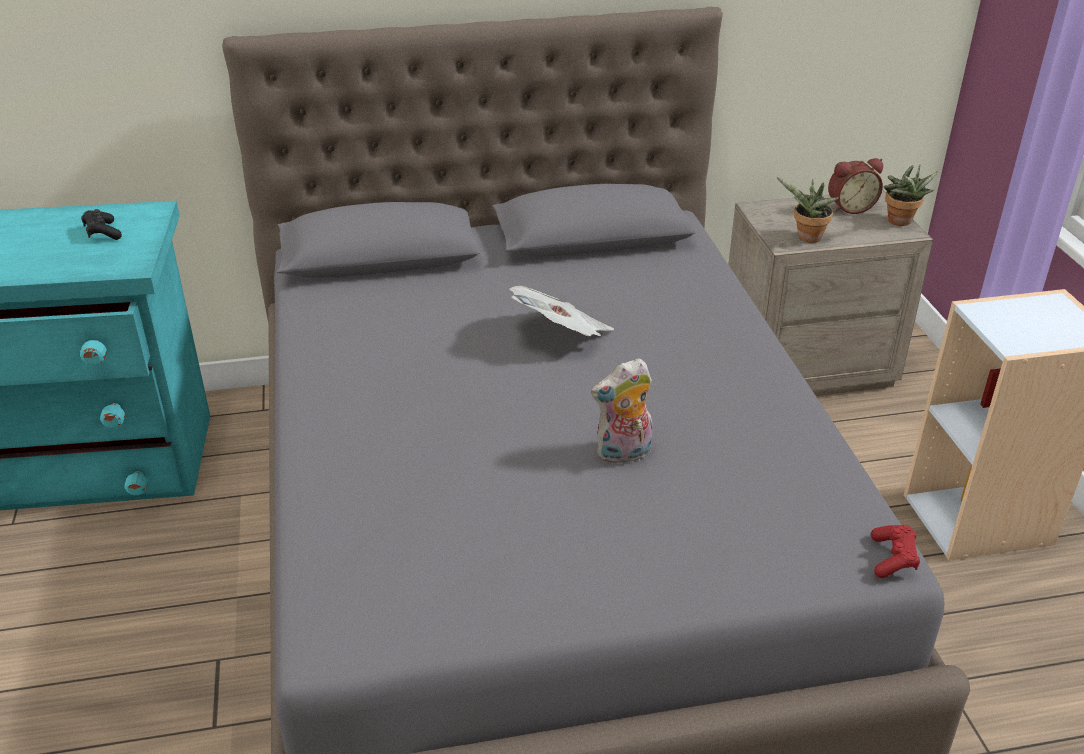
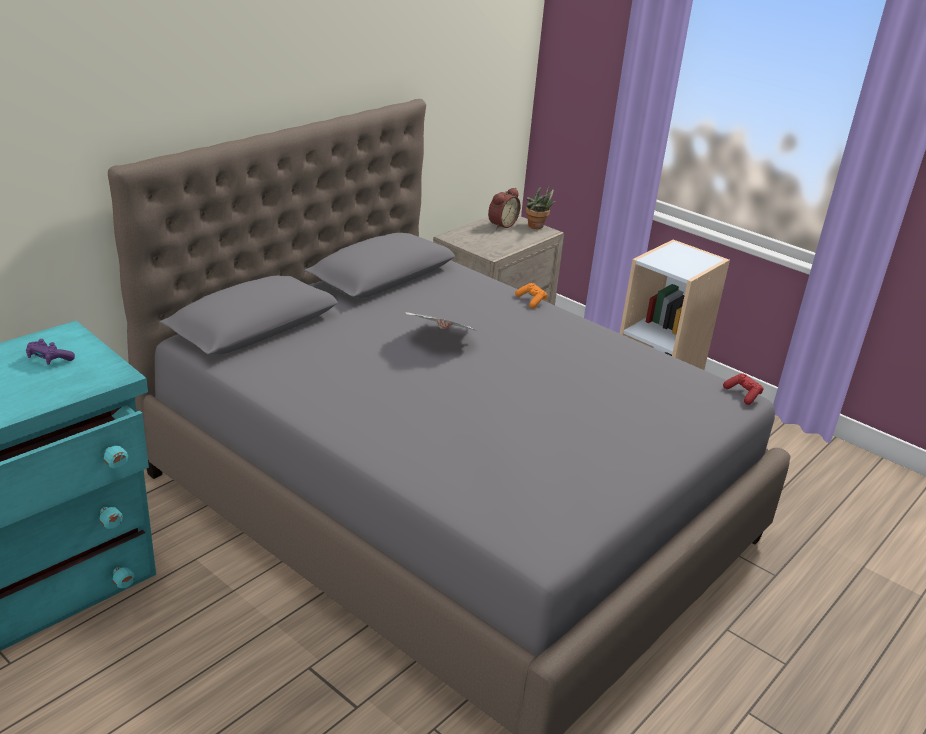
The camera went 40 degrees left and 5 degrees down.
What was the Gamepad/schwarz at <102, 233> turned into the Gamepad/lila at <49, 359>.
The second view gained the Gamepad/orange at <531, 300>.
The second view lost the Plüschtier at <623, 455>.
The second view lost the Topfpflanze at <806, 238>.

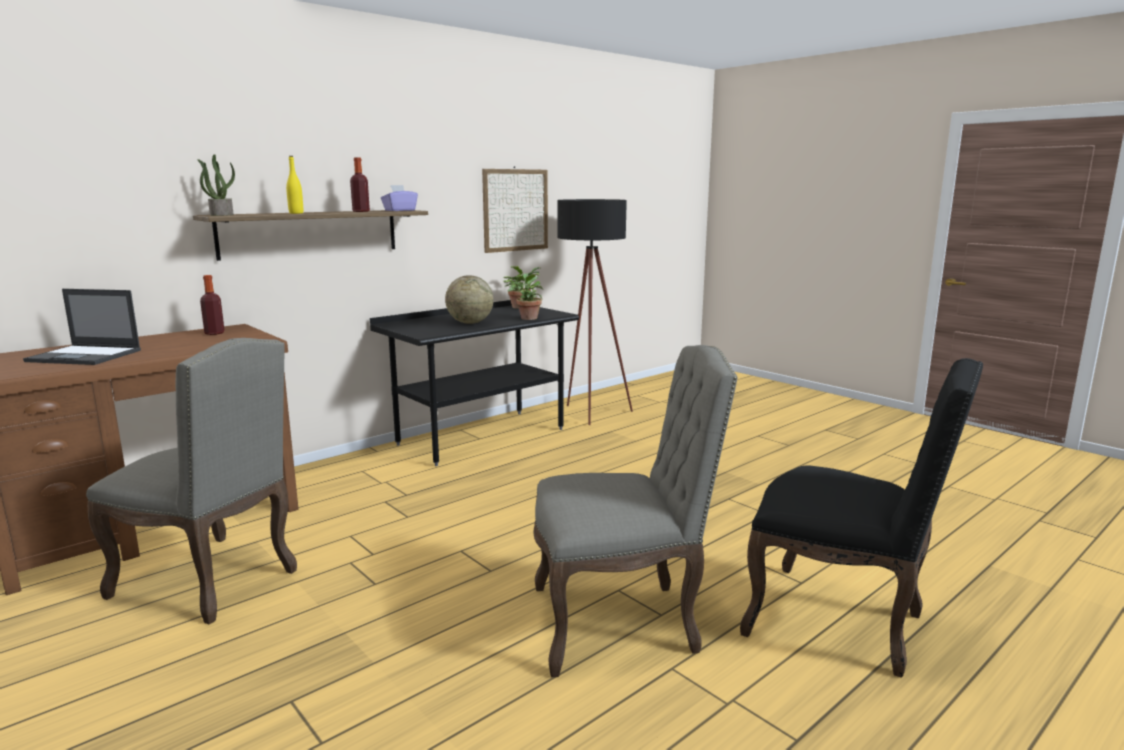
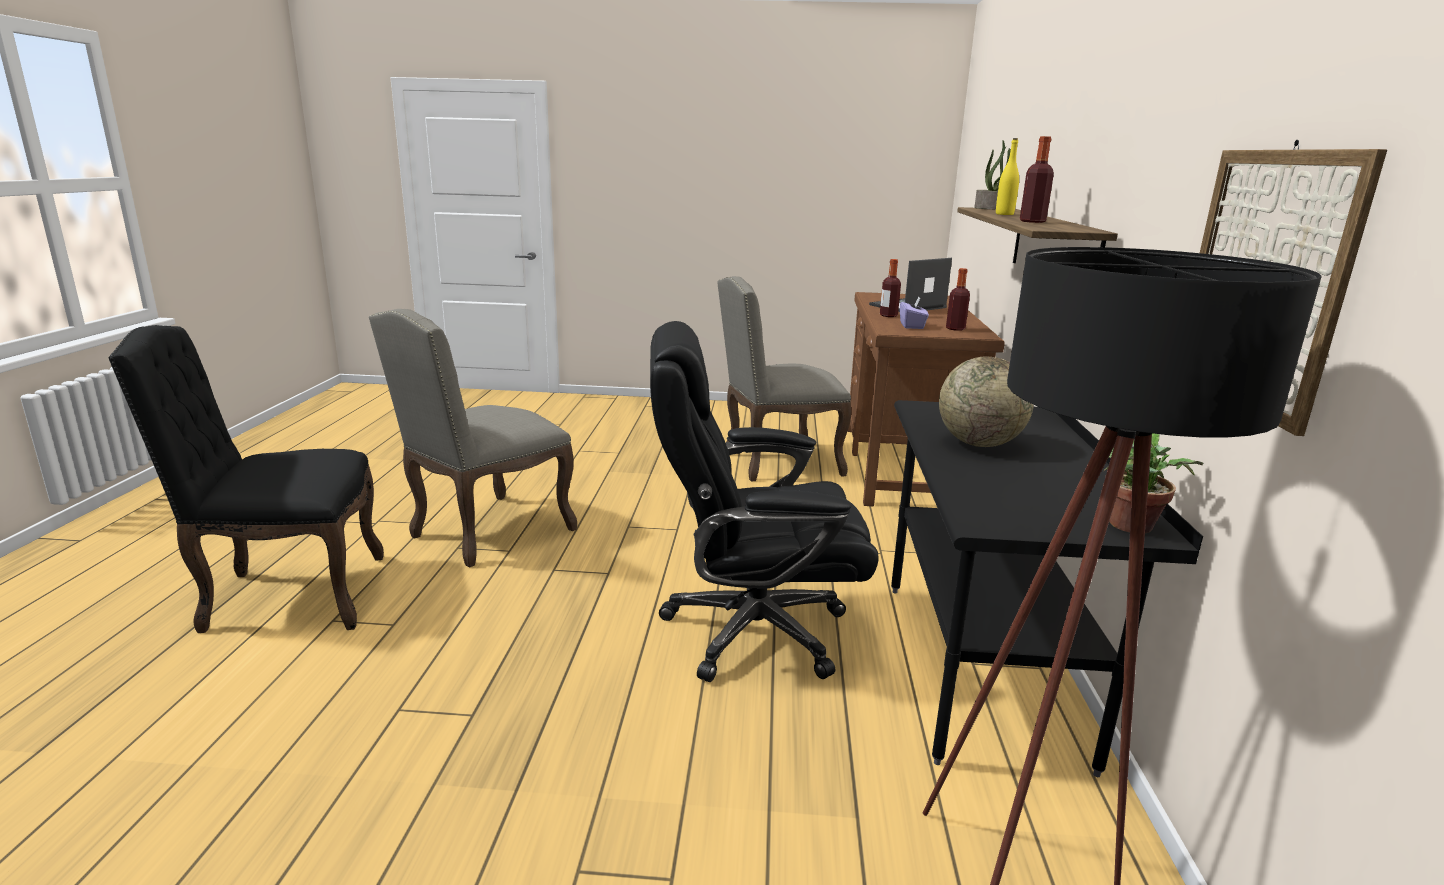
The camera went 135 degrees right and 5 degrees up.
The second view gained the Bürostuhl/schwarz at <754, 631>.
The second view gained the Flasche at <888, 315>.
The Taschentuchbox/lila ended up elsewhere, having gone from <399, 210> to <912, 326>.
The second view lost the Topfpflanze at <527, 318>.

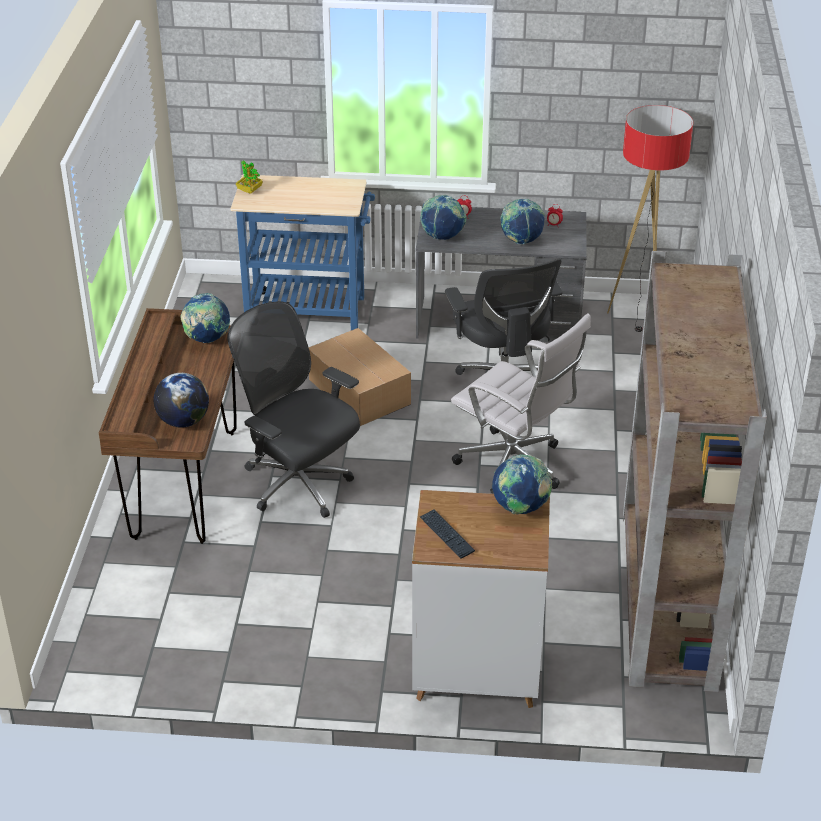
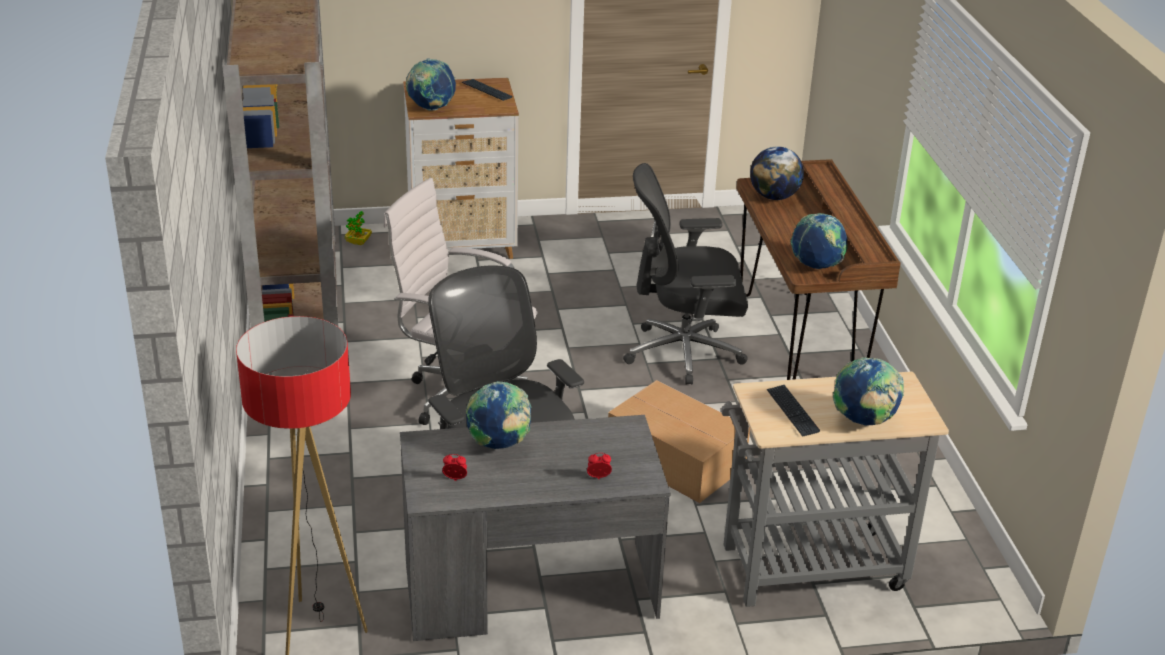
The camera went 165 degrees right and 5 degrees down.
The Topfpflanze ended up elsewhere, having gone from <249, 190> to <358, 242>.
The Bürostuhl at <299, 485> ended up facing another way, 150 degrees clockwise from before.
What was the Rollwagen/blau at <308, 311> turned into the Rollwagen/grau at <810, 568>.
The second view gained the Tastatur at <792, 411>.
The Globus ended up elsewhere, having gone from <442, 237> to <864, 421>.

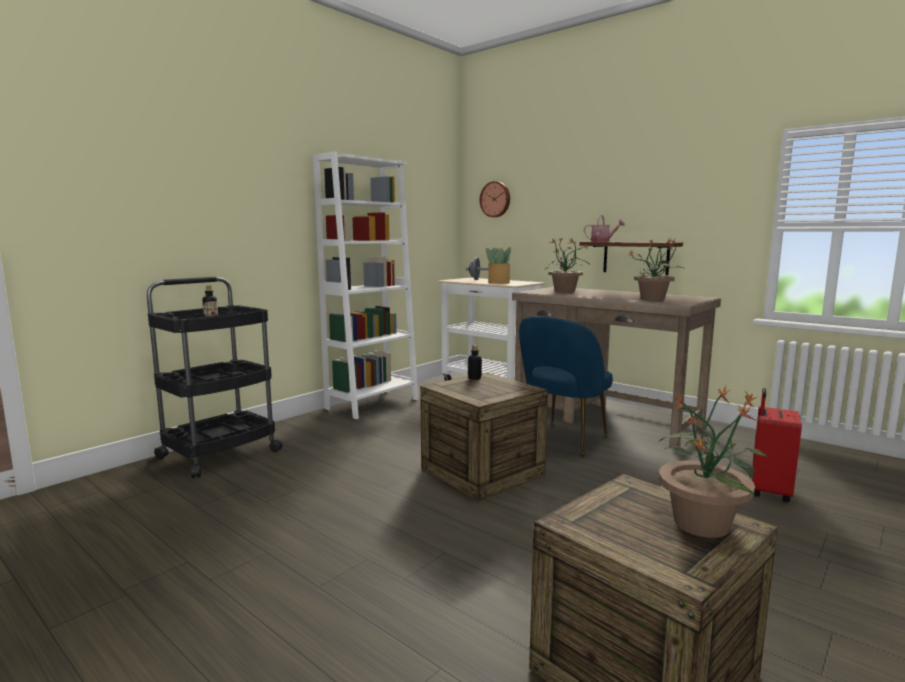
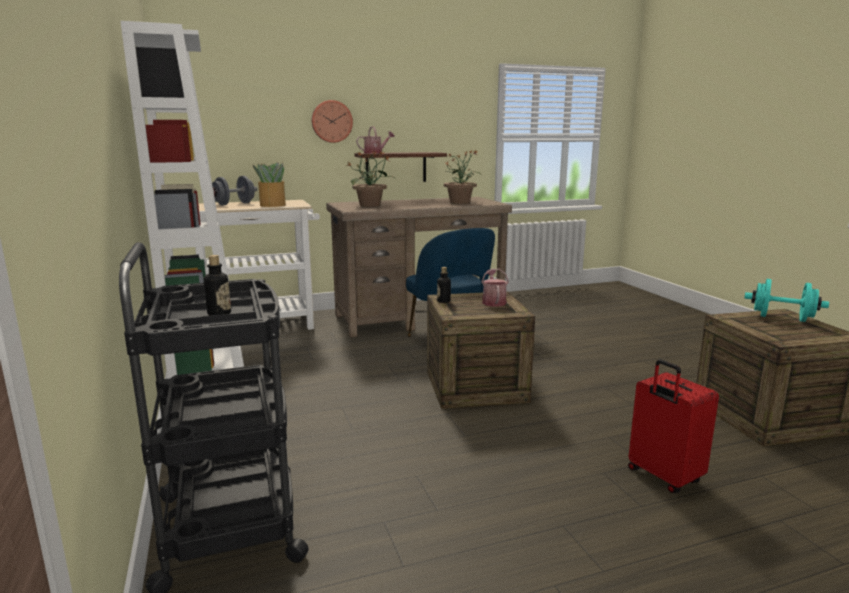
The camera went 60 degrees left and 5 degrees up.
The Wanduhr ended up elsewhere, having gone from <495, 199> to <331, 121>.
The second view gained the Gießkanne at <493, 302>.
The Koffer/rot ended up elsewhere, having gone from <768, 491> to <663, 477>.
Where the Topfpflanze stood at <701, 523>, the Hantel/türkis came to stand at <782, 318>.

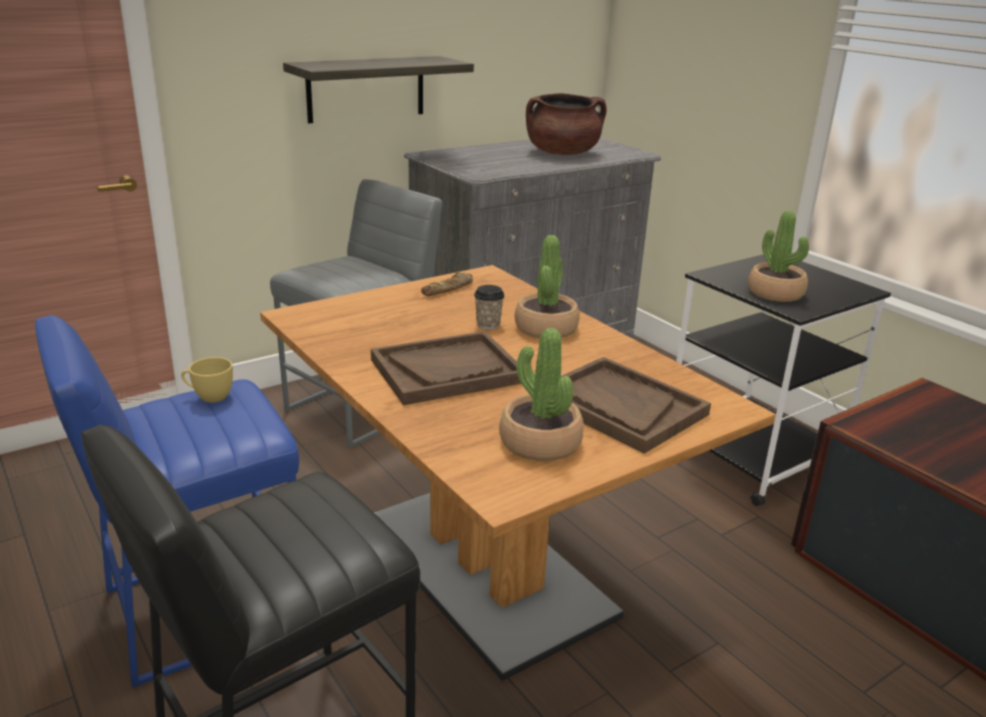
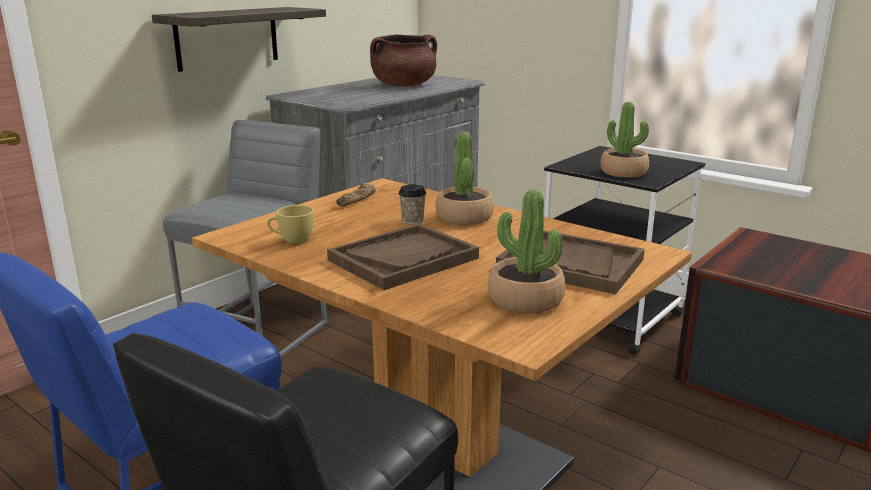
The camera went 15 degrees left and 5 degrees down.
The Tasse/gelb ended up elsewhere, having gone from <209, 397> to <292, 240>.

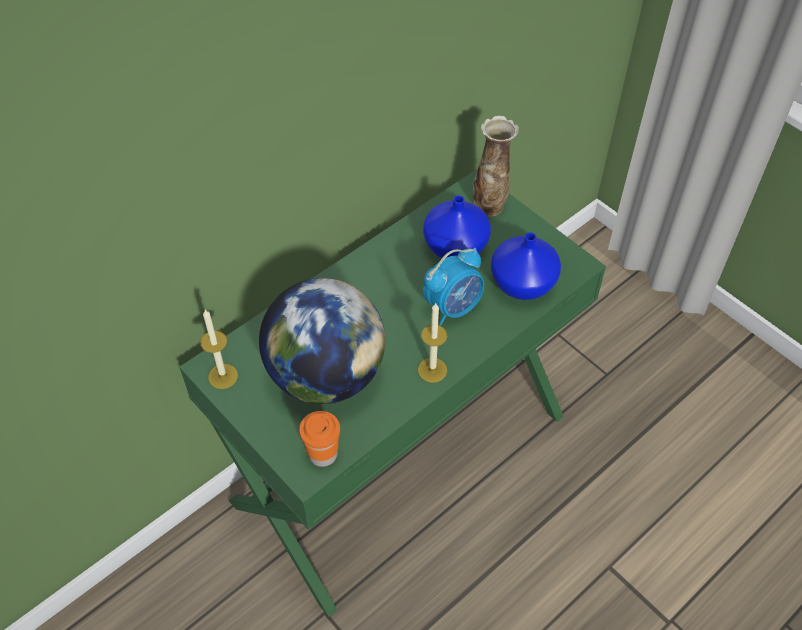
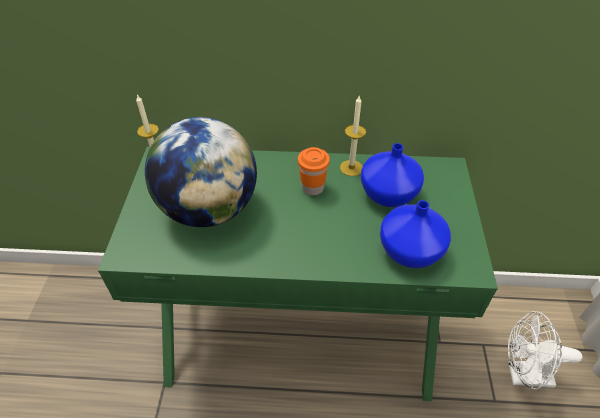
The camera went 45 degrees right and 5 degrees down.
The Tasse/orange ended up elsewhere, having gone from <323, 454> to <312, 188>.
The Kerze ended up elsewhere, having gone from <432, 370> to <351, 168>.
The second view gained the Ventilator/weiß at <522, 375>.
The second view lost the Wecker at <453, 307>.
The second view lost the Vase at <489, 205>.

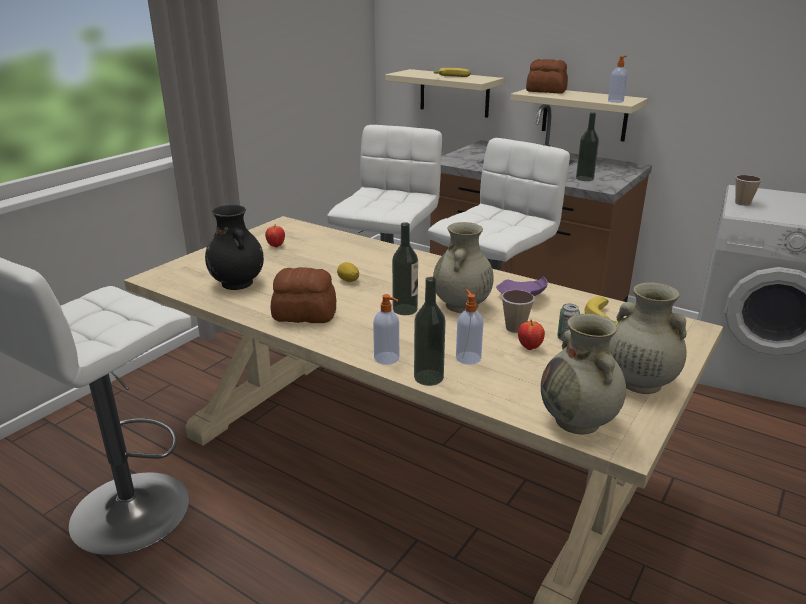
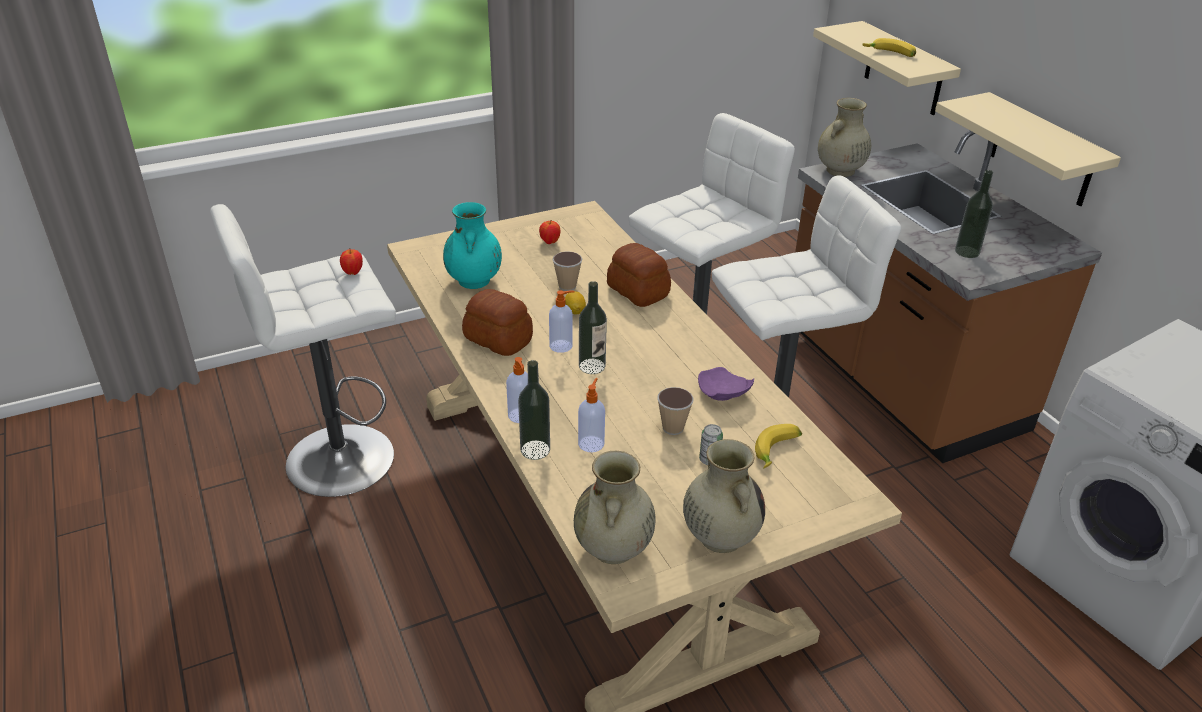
The camera went 30 degrees right and 10 degrees up.
The Apfel ended up elsewhere, having gone from <529, 347> to <353, 272>.
What was the Vase/schwarz at <238, 283> turned into the Vase/türkis at <474, 281>.
The Seifenspender ended up elsewhere, having gone from <616, 101> to <562, 346>.
The Tasse ended up elsewhere, having gone from <742, 203> to <567, 286>.
The Brot ended up elsewhere, having gone from <546, 91> to <637, 291>.
The Vase/beige ended up elsewhere, having gone from <461, 306> to <840, 171>.

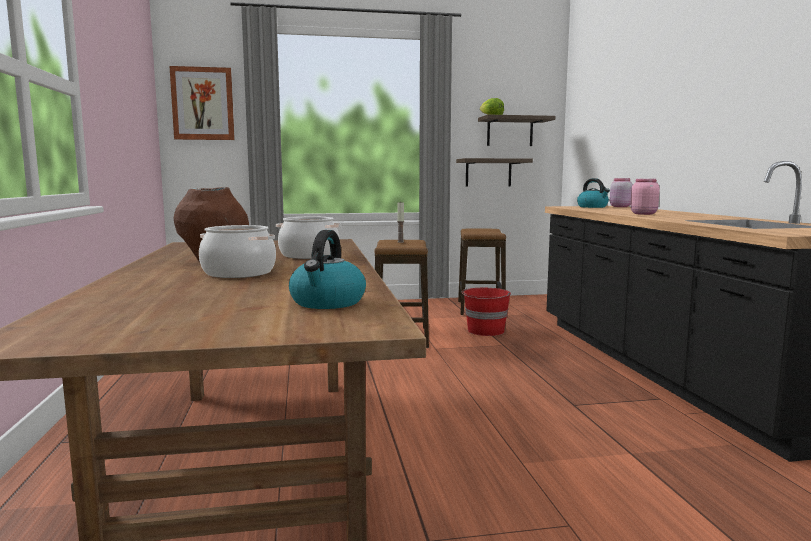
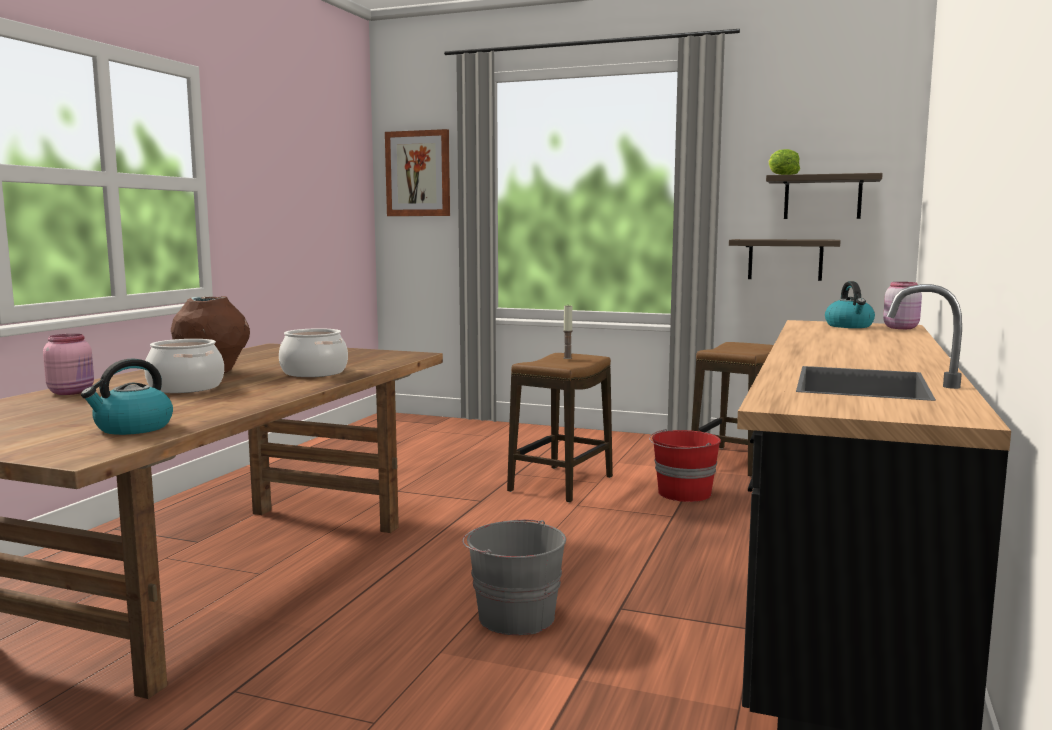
The camera went 30 degrees right and 0 degrees up.
The Vorratsglas/rosa ended up elsewhere, having gone from <643, 214> to <72, 392>.
The second view gained the Eimer/grau at <514, 617>.

